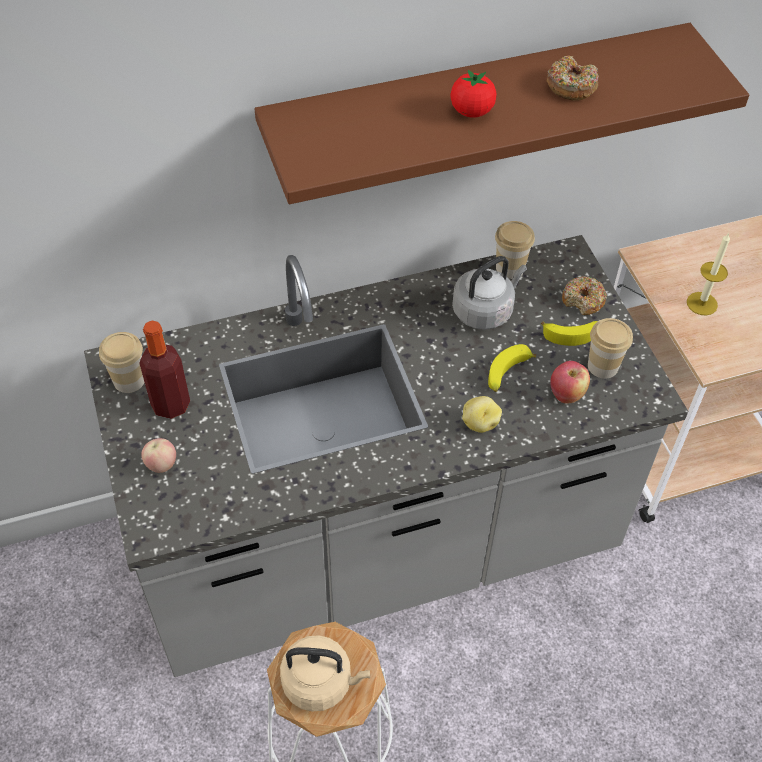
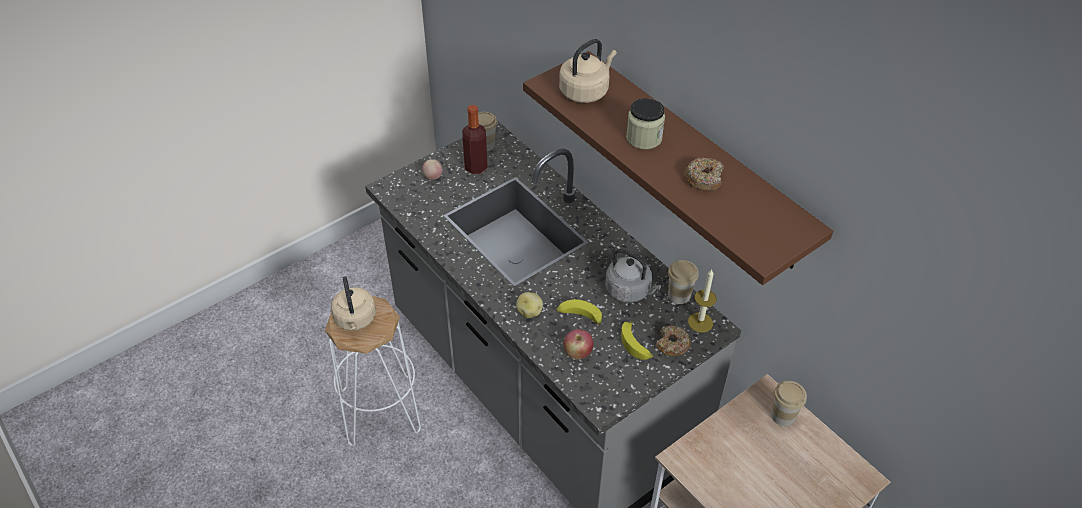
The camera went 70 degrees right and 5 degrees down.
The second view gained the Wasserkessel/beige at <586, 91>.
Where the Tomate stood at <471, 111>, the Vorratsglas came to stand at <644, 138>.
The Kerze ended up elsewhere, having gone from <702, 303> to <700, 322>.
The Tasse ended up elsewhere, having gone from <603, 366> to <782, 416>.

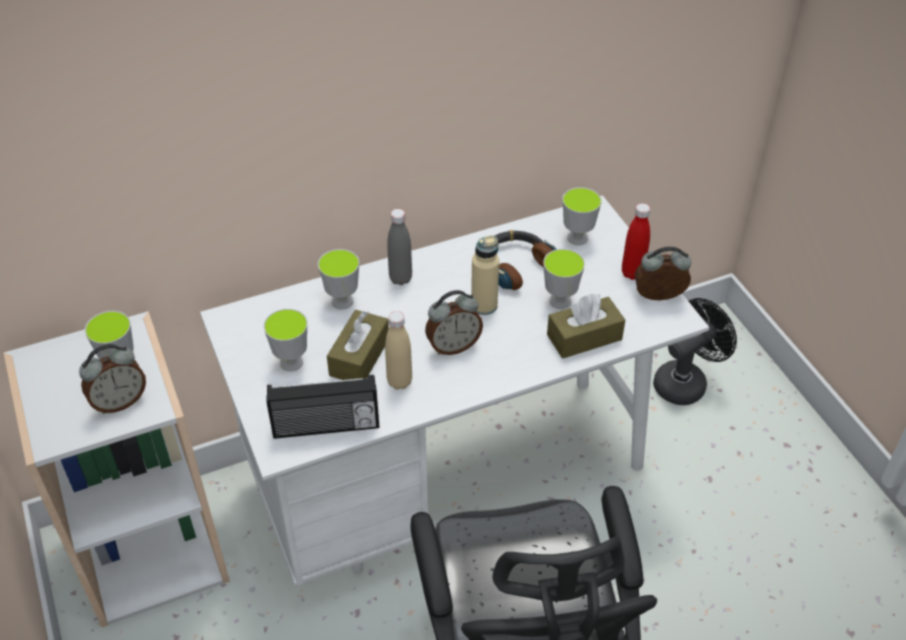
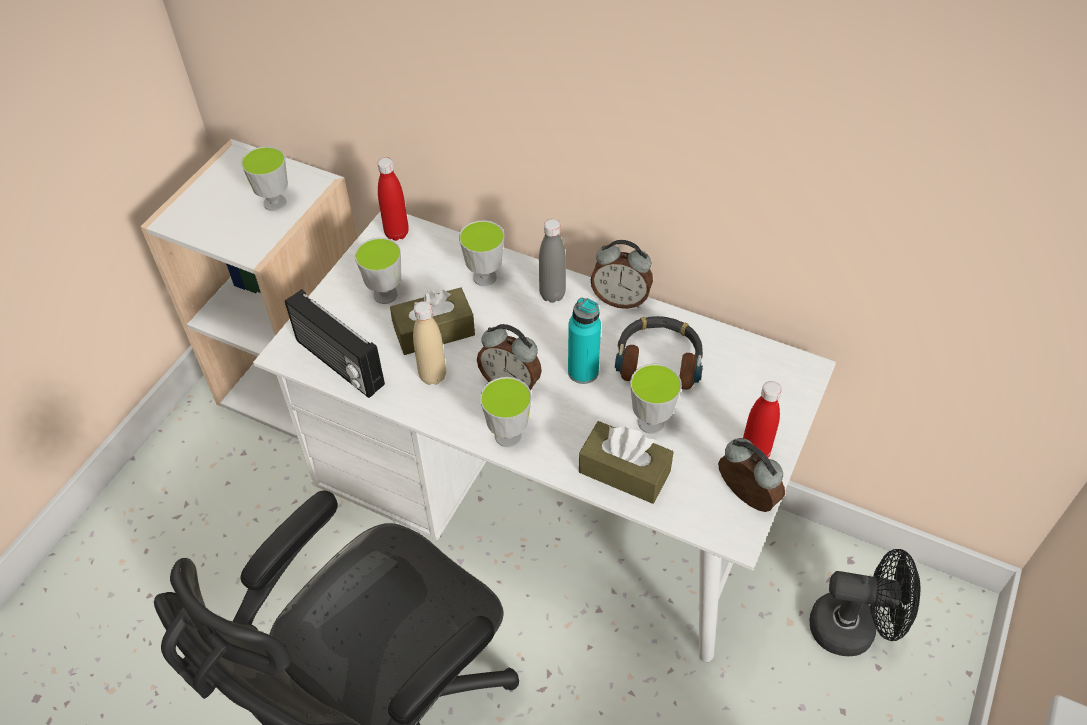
The camera went 50 degrees right and 5 degrees up.
The second view gained the Flasche/rot at <397, 233>.
The Tasse ended up elsewhere, having gone from <577, 238> to <508, 436>.
What was the Flasche/beige at <484, 305> turned into the Flasche/türkis at <583, 372>.
The Wecker ended up elsewhere, having gone from <119, 402> to <620, 299>.

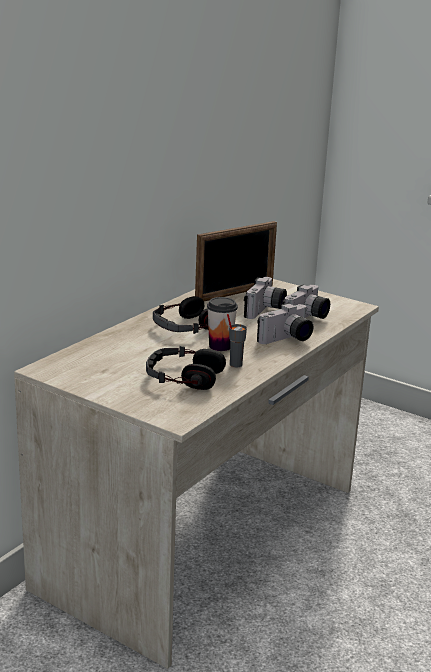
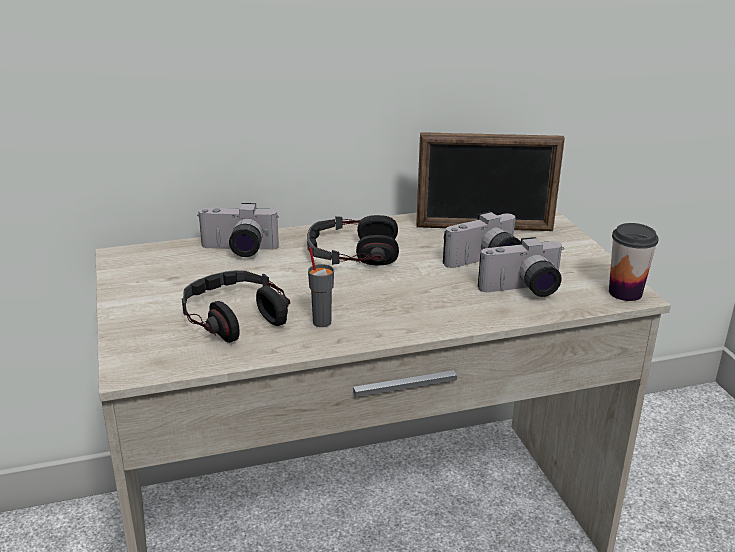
The camera went 40 degrees right and 5 degrees up.
The Kamera ended up elsewhere, having gone from <287, 340> to <238, 251>.
The Tasse ended up elsewhere, having gone from <220, 346> to <625, 293>.

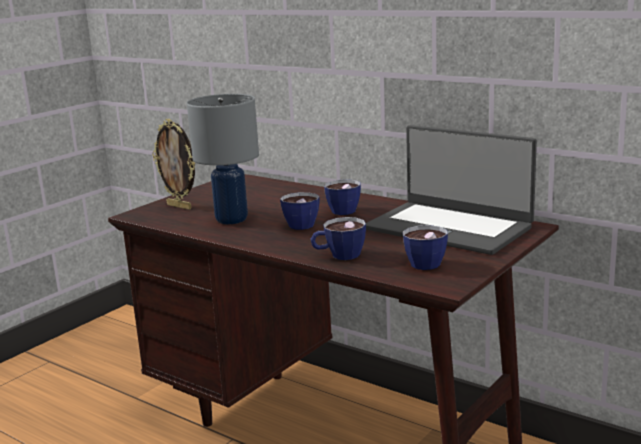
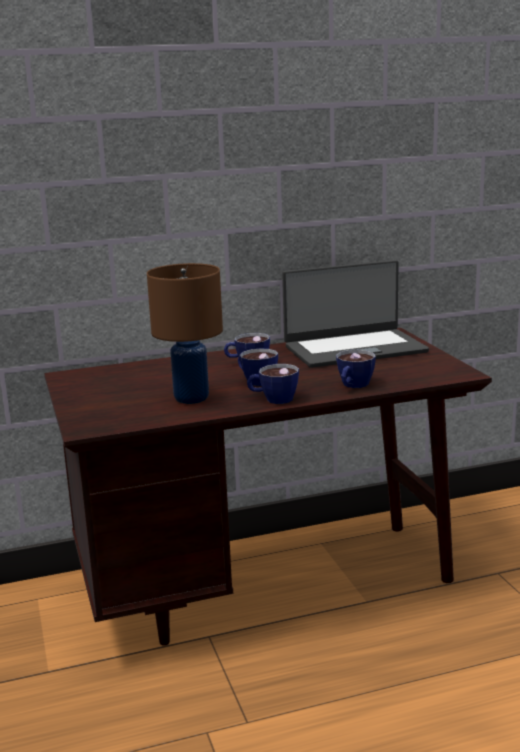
The camera went 55 degrees left and 0 degrees up.
What was the Tischlampe/grau at <233, 220> turned into the Tischlampe/braun at <193, 398>.
The Tasse ended up elsewhere, having gone from <421, 262> to <273, 399>.
The second view lost the Bilderrahmen at <180, 206>.

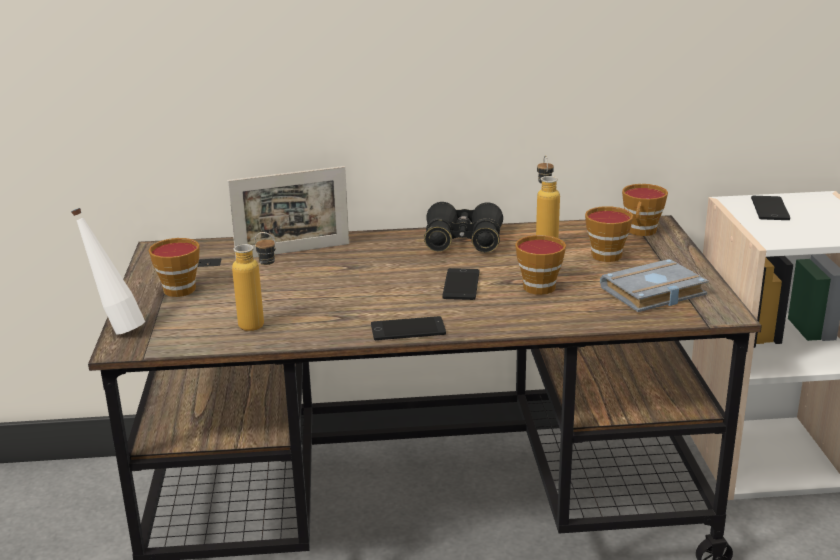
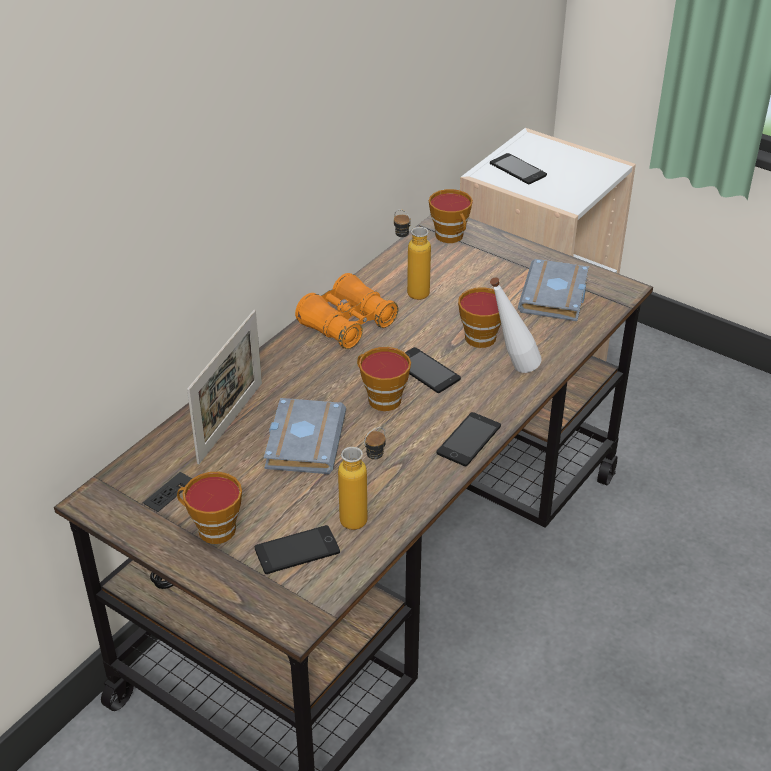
The camera went 50 degrees left and 15 degrees up.
The second view gained the Handy at <297, 550>.
The second view gained the Buch/grau at <302, 440>.
What was the Fernglas/schwarz at <463, 242> turned into the Fernglas/orange at <347, 324>.
The Tasse ended up elsewhere, having gone from <605, 254> to <381, 398>.
The Flasche/weiß ended up elsewhere, having gone from <116, 329> to <511, 370>.

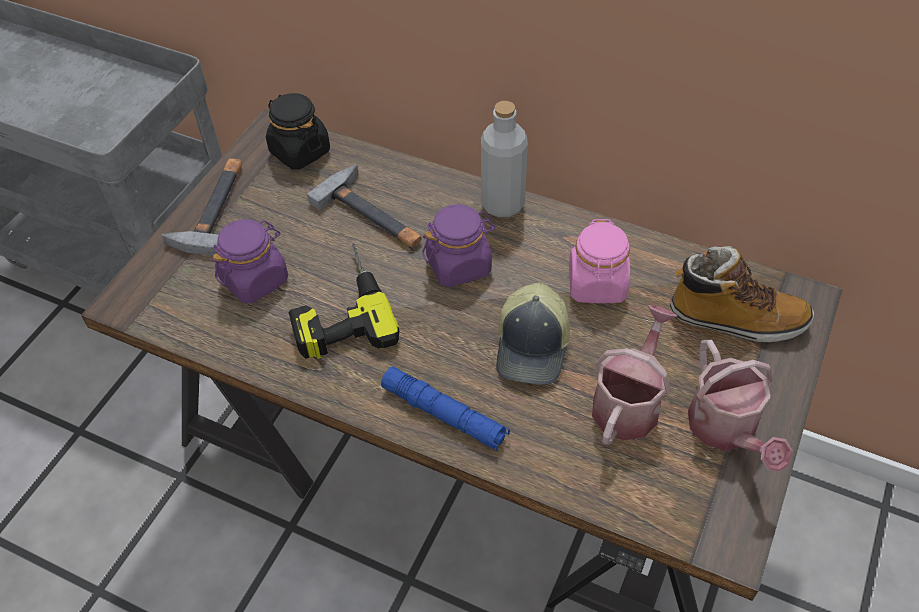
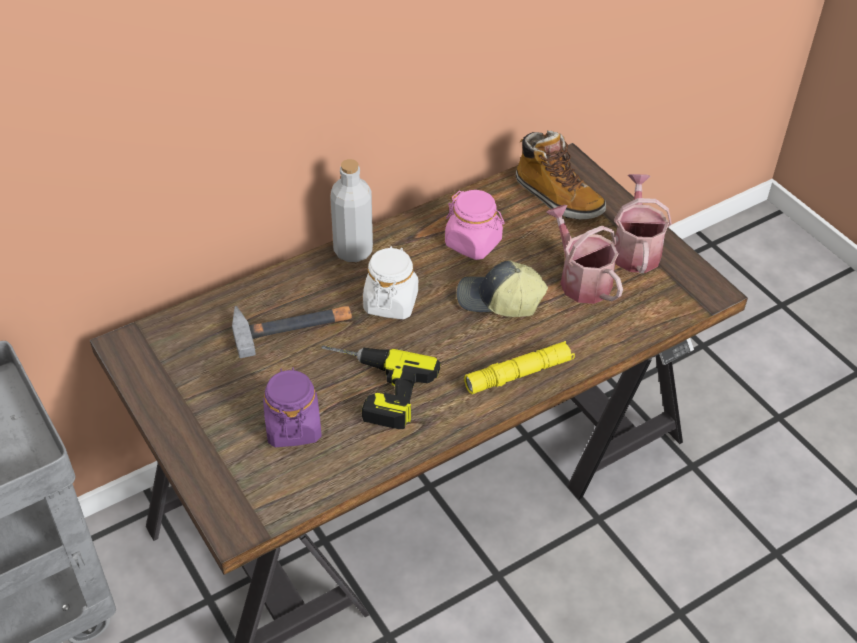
The camera went 60 degrees left and 5 degrees down.
What was the Vorratsglas/lila at <459, 265> turned into the Vorratsglas/weiß at <391, 302>.
The Kappe at <533, 346> ended up facing another way, 150 degrees clockwise from before.
What was the Taschenlampe/blau at <444, 414> turned into the Taschenlampe/gelb at <519, 374>.
The Stiefel at <736, 319> ended up facing another way, 90 degrees clockwise from before.
The Gießkanne at <726, 430> ended up facing another way, 105 degrees counterclockwise from before.
The second view lost the Hammer at <213, 208>.
The second view lost the Vorratsglas/schwarz at <299, 151>.

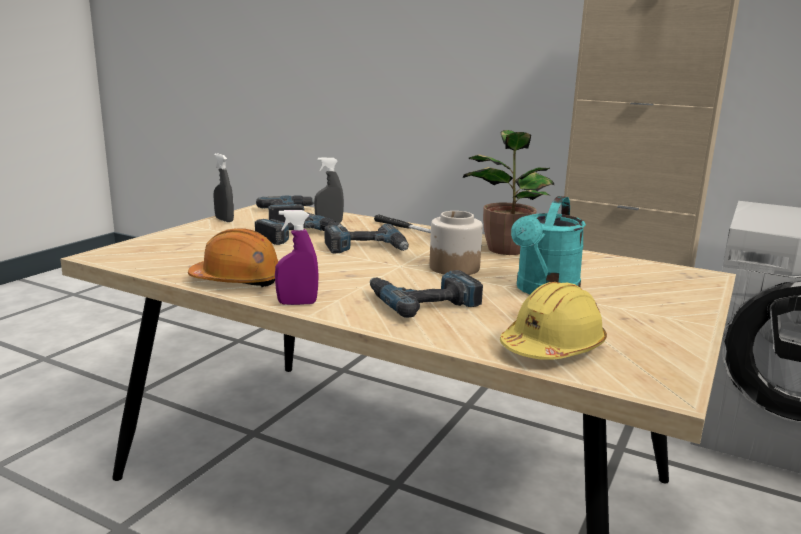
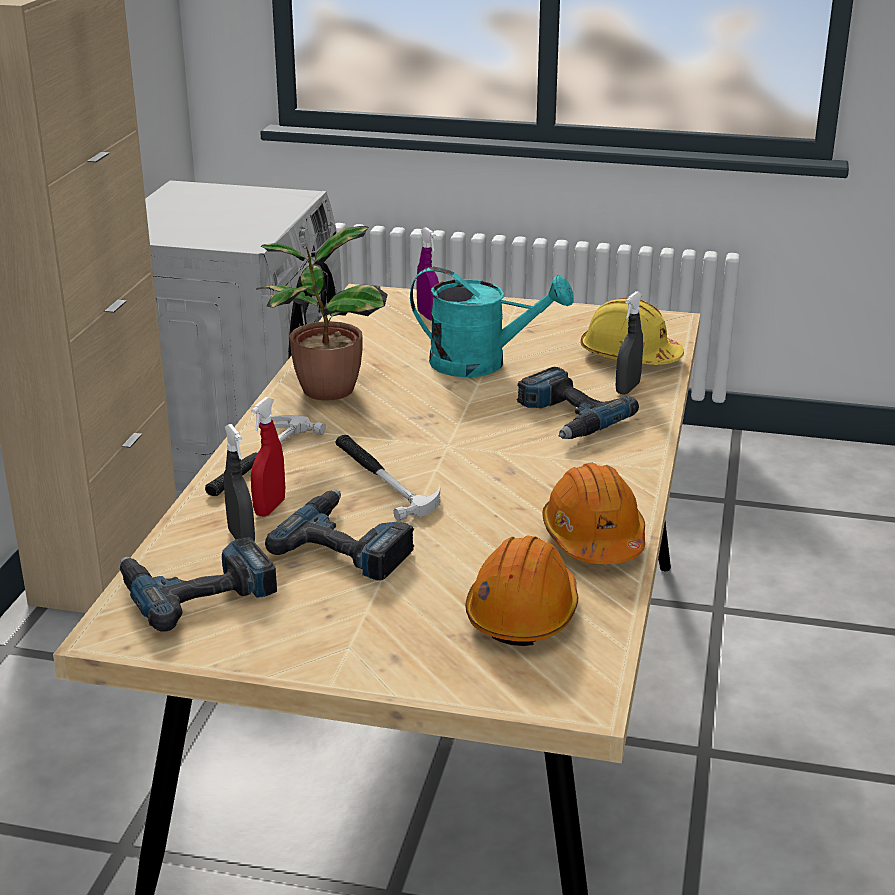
The camera went 105 degrees left and 10 degrees up.
The second view gained the Sprühflasche/rot at <270, 508>.
Where the Bohrmaschine stood at <366, 248>, the Hammer came to stand at <383, 479>.
The Sprühflasche/lila ended up elsewhere, having gone from <297, 303> to <428, 316>.
The second view gained the Schutzhelm/orange at <523, 613>.
The Sprühflasche/grau ended up elsewhere, having gone from <224, 220> to <627, 388>.
The second view lost the Vorratsglas at <454, 268>.

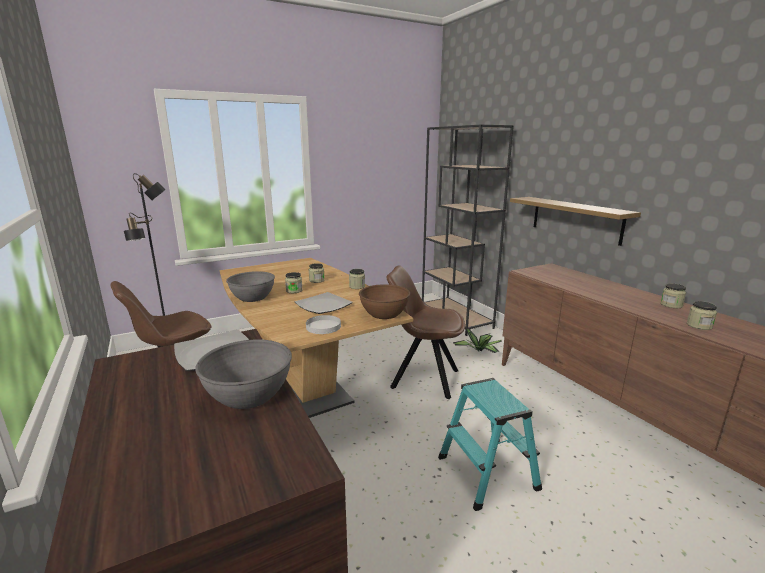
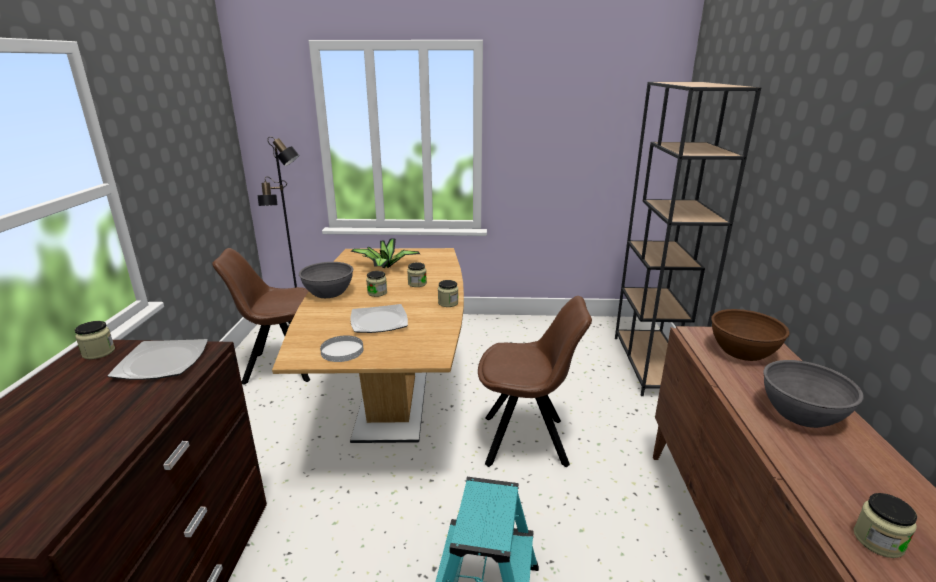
The camera went 30 degrees right and 5 degrees up.
The Vorratsglas ended up elsewhere, having gone from <671, 305> to <98, 352>.
The Topfpflanze ended up elsewhere, having gone from <479, 351> to <386, 267>.
The Stuhl/braun at <424, 379> ended up facing another way, 135 degrees clockwise from before.
The Schüssel/braun ended up elsewhere, having gone from <384, 314> to <742, 351>.
The Schüssel/grau ended up elsewhere, having gone from <249, 395> to <801, 414>.
The second view lost the Wandregal at <575, 219>.

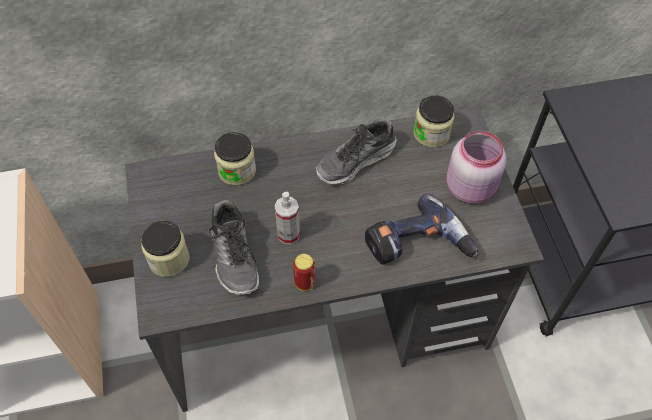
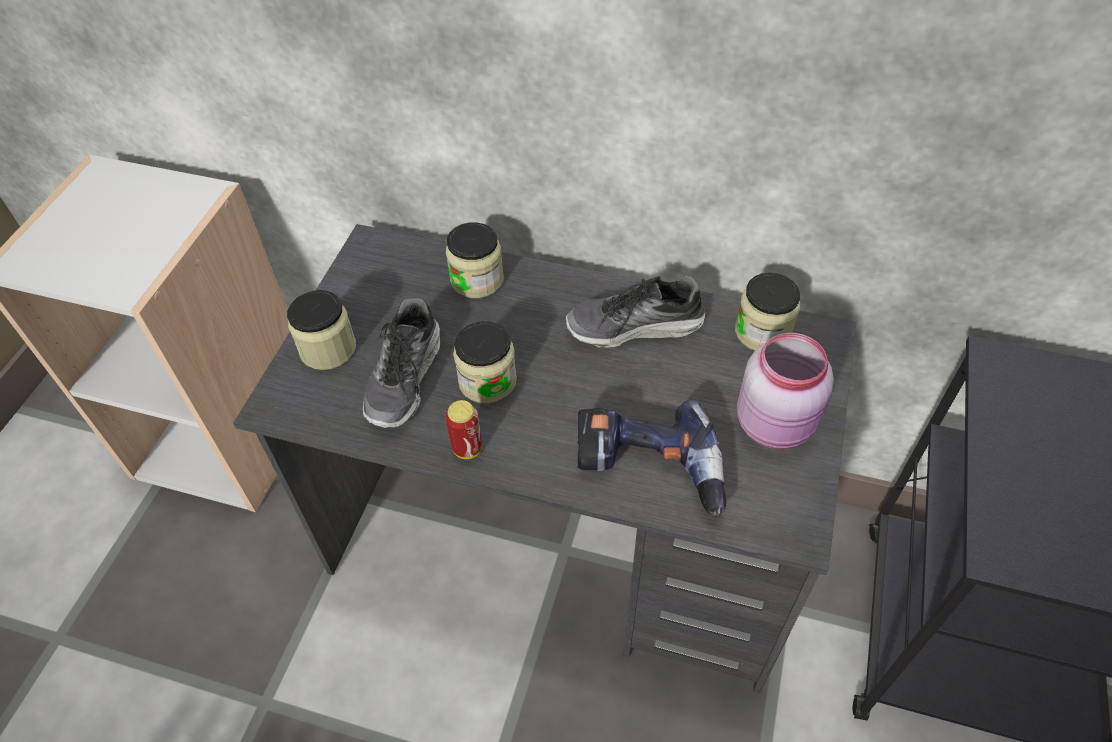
The camera went 30 degrees right and 5 degrees down.
Where the Sprühflasche stood at <288, 234>, the Vorratsglas came to stand at <487, 381>.

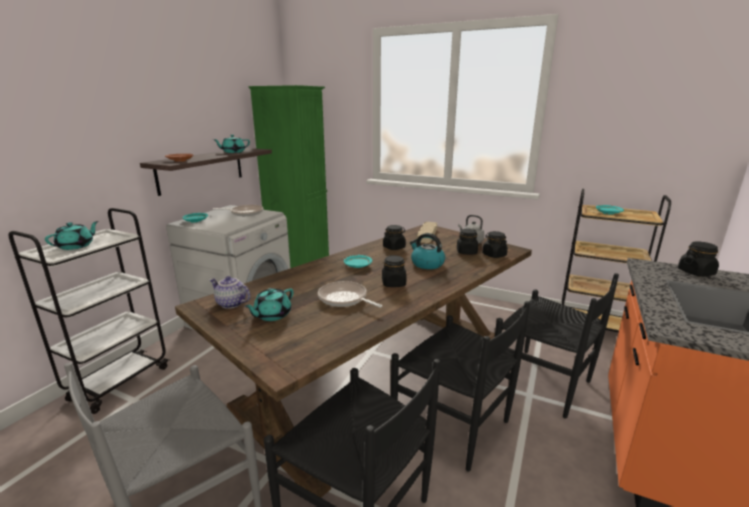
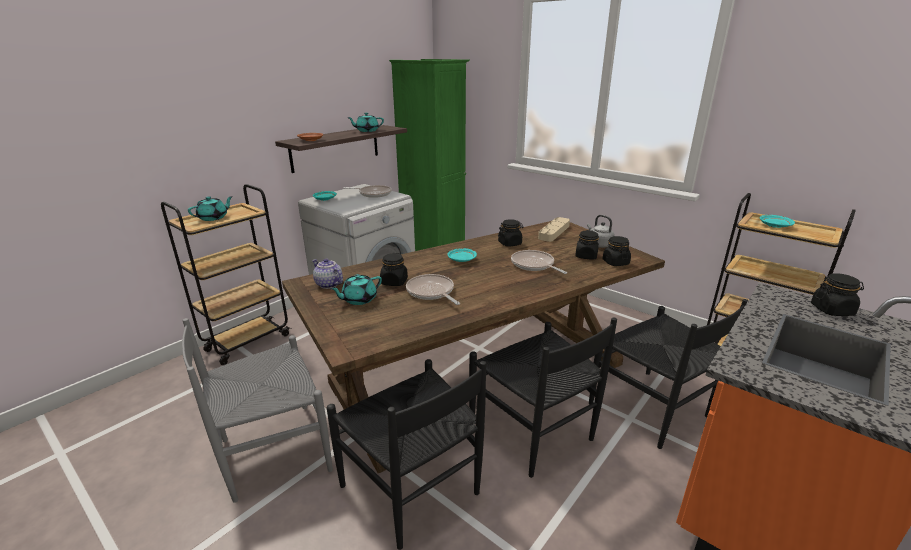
The camera went 15 degrees right and 5 degrees up.
What was the Rollwagen/weiß at <120, 382> turned into the Rollwagen/braun at <248, 342>.
The Vorratsglas/schwarz ended up elsewhere, having gone from <393, 283> to <394, 282>.
Where the Wasserkessel stood at <427, 264>, the Pfanne came to stand at <534, 265>.

